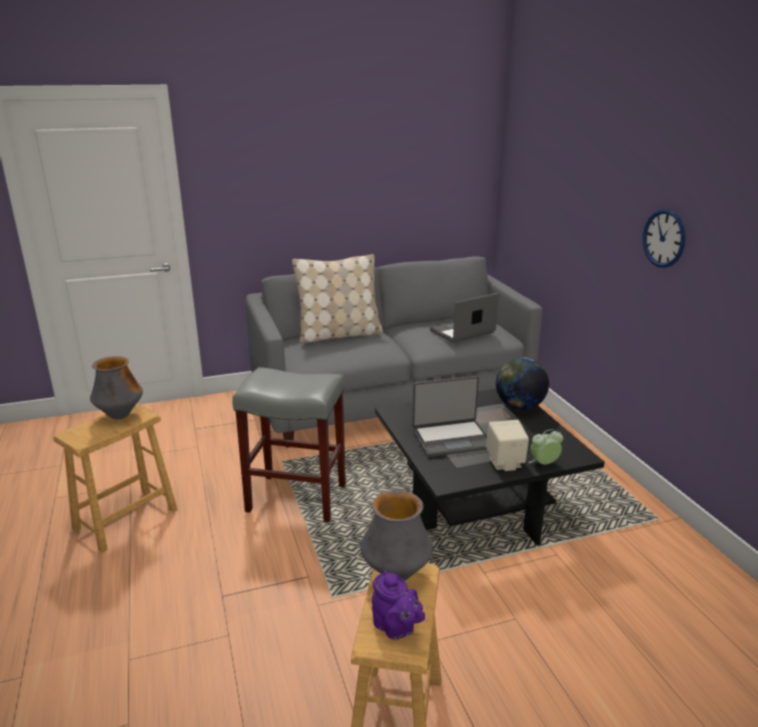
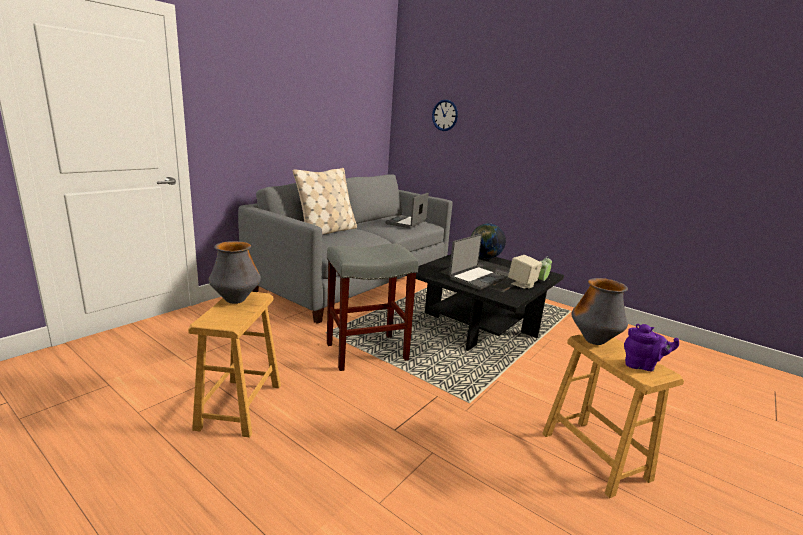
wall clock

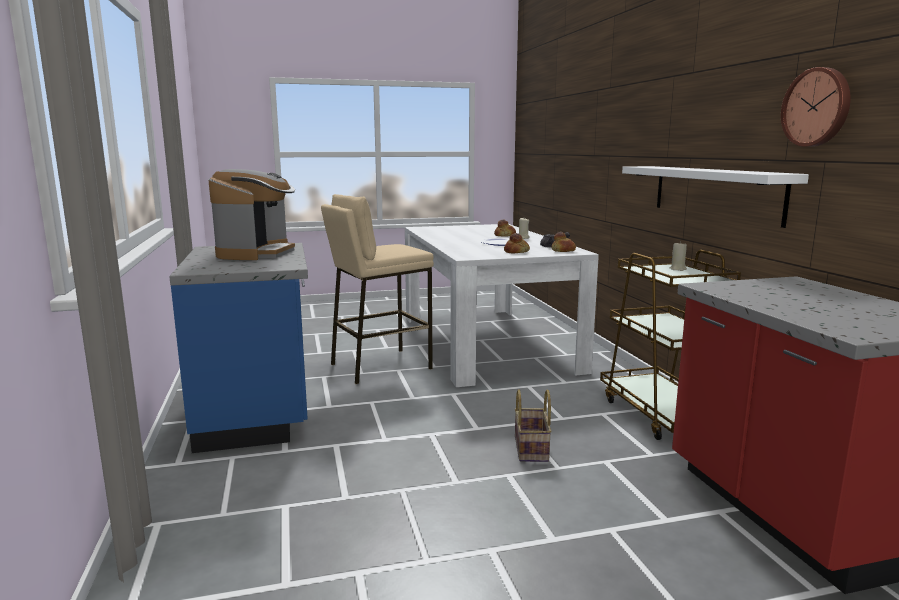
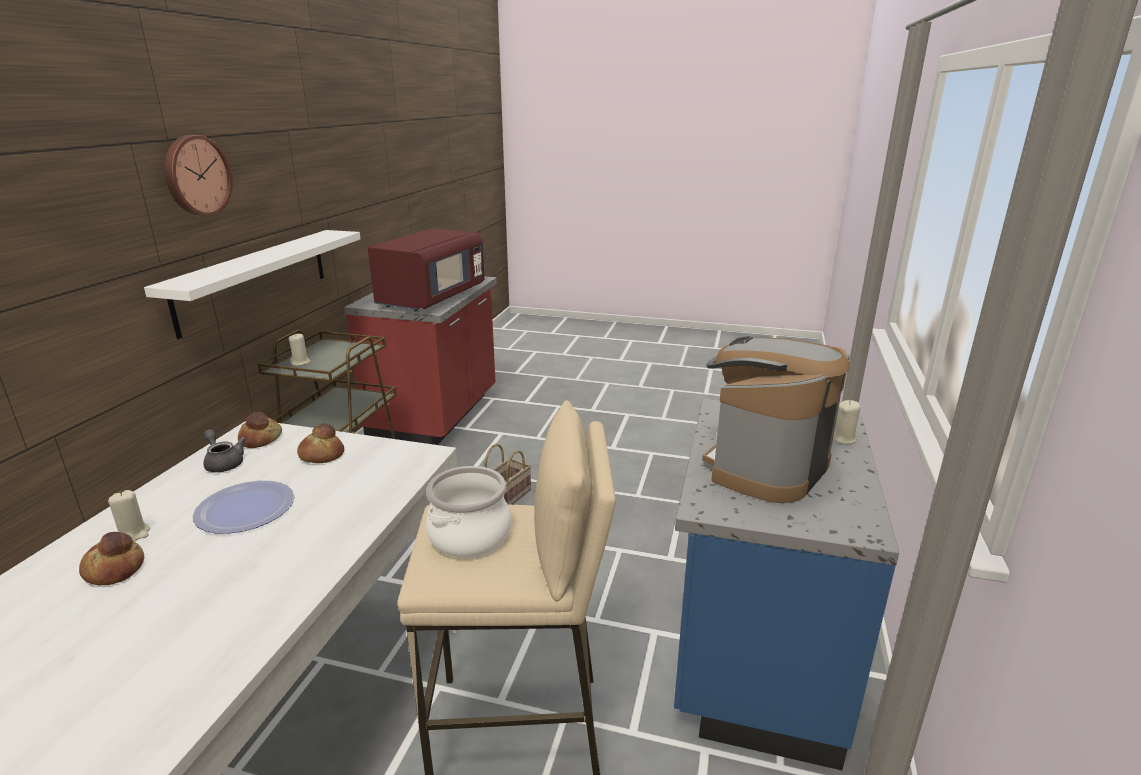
wall clock
microwave (red)
cooking pot
candle (beige) (3rd from left)

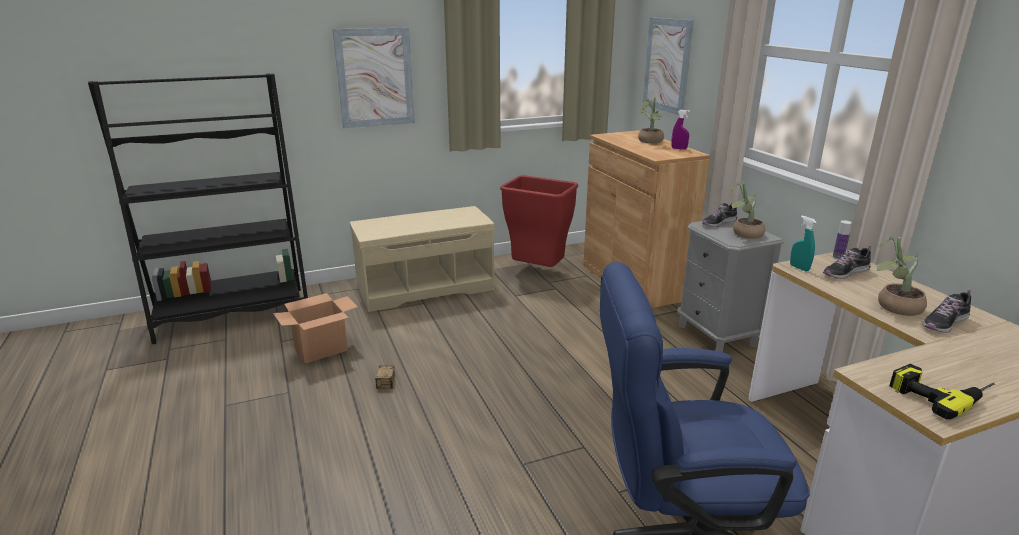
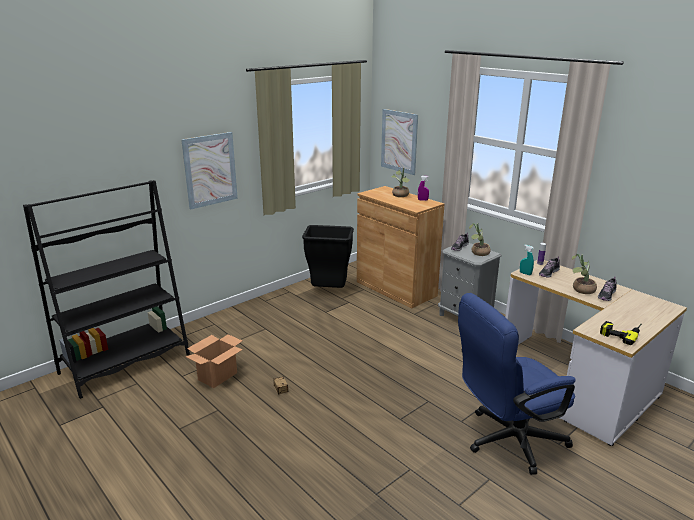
bench (beige)
trash can (black)

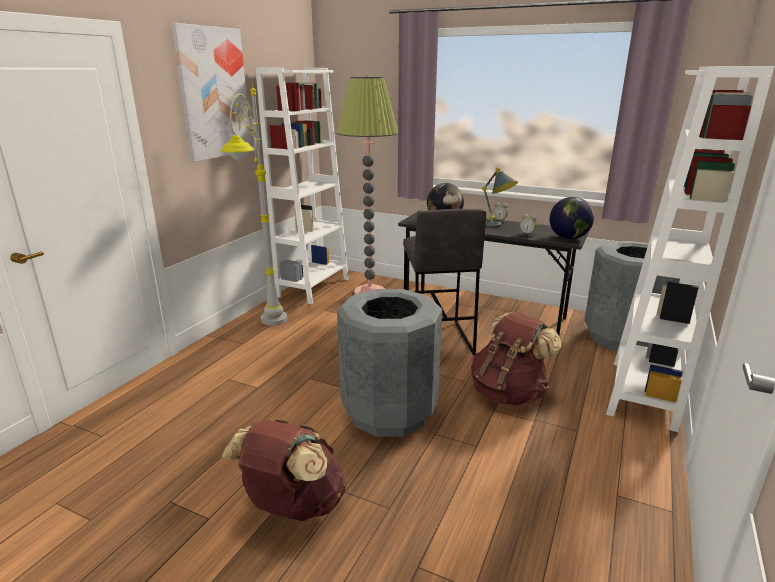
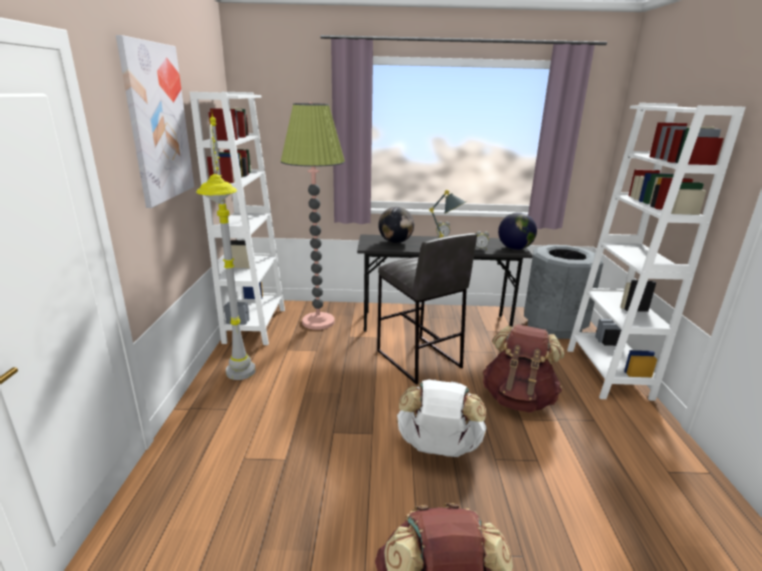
backpack (white)

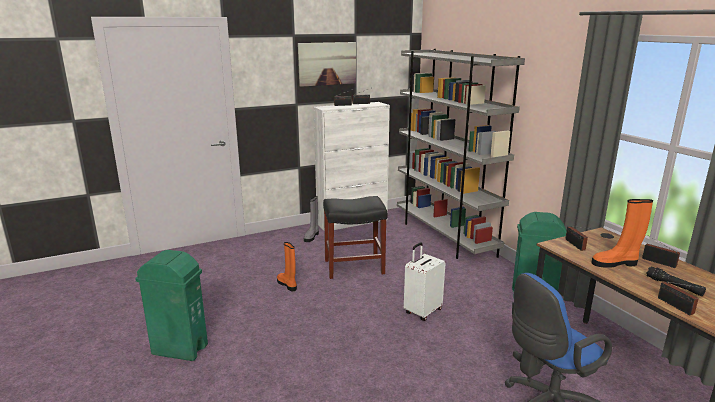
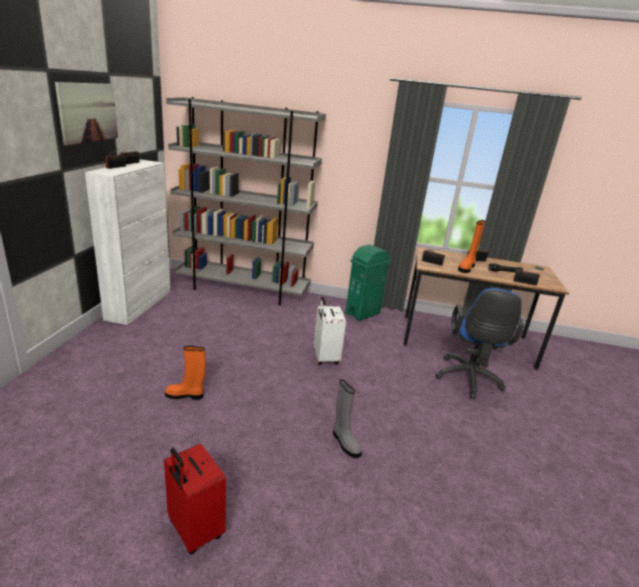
suitcase (red)
boot (grey)
stool (black)

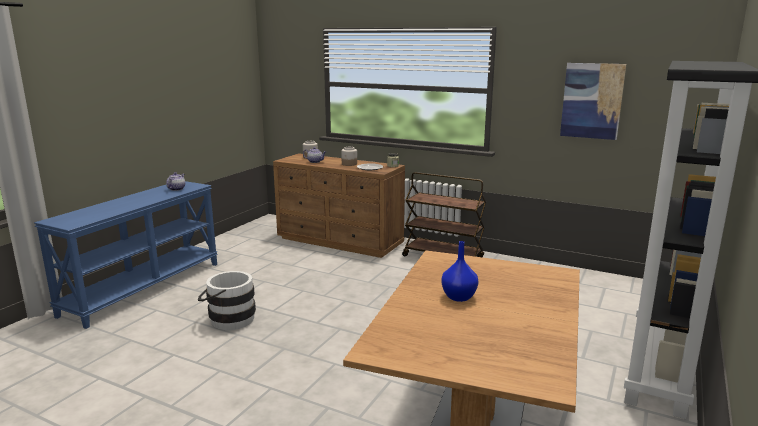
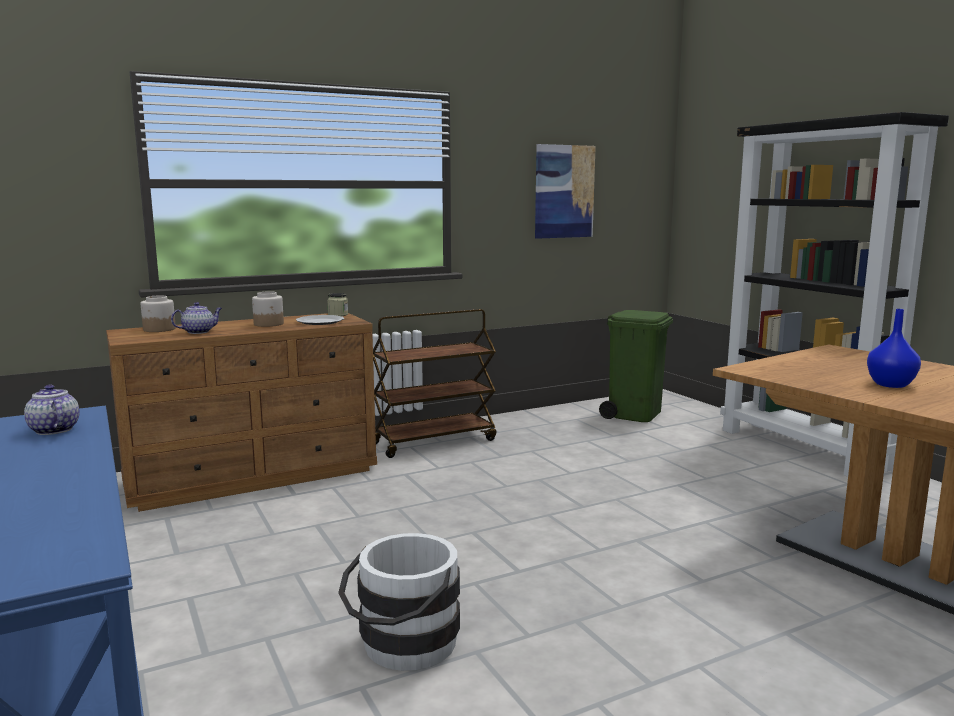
trash can (green)

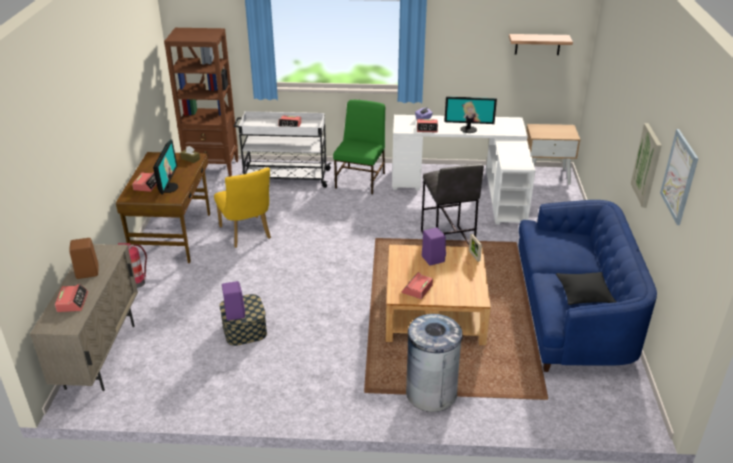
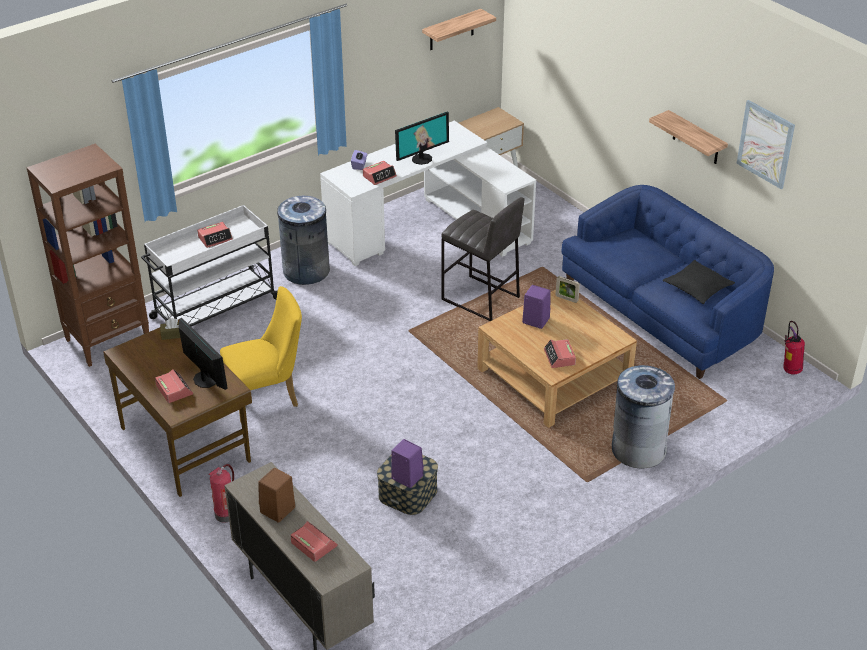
chair (yellow)
trash can (grey) (1st from left)
shelf (2nd from left)
fire extinguisher (2nd from left)

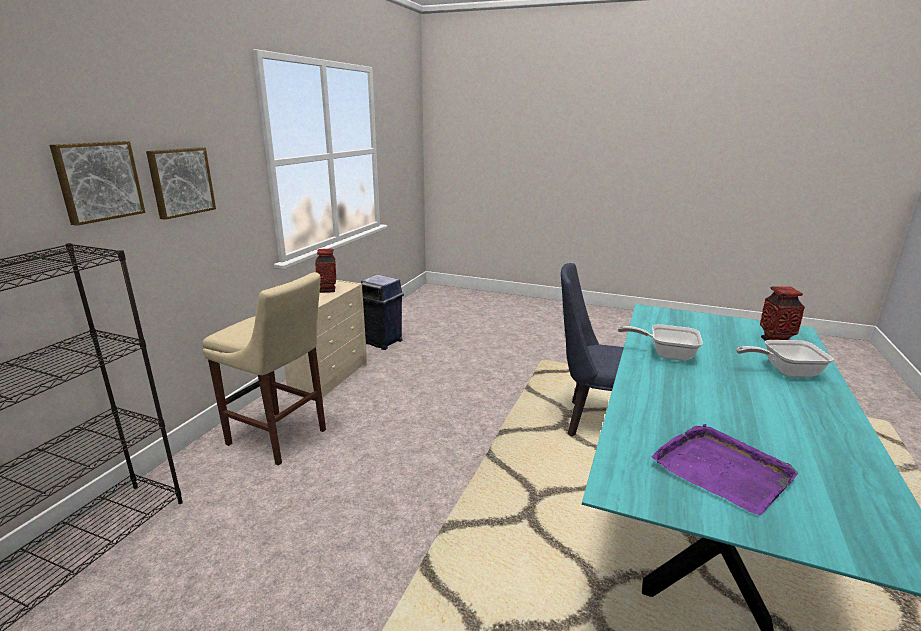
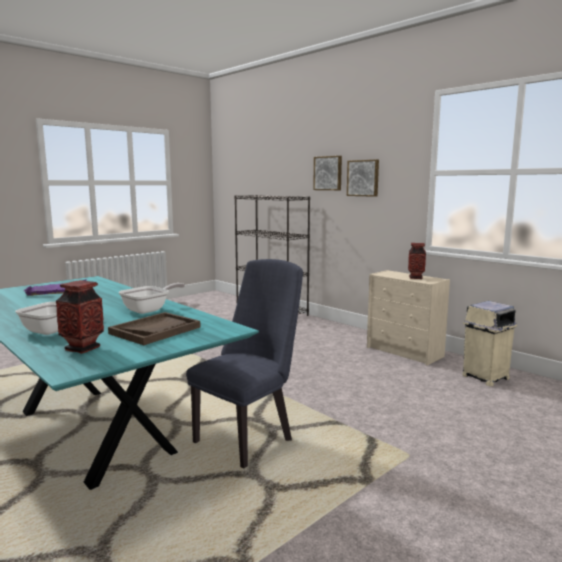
stool (beige)
trash can (beige)
tray (brown)

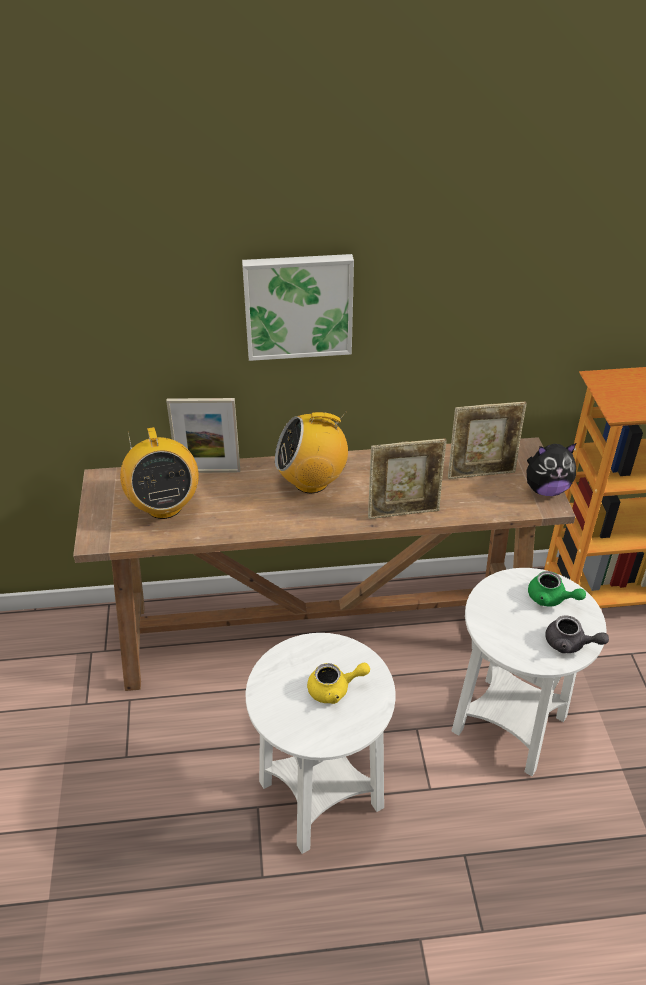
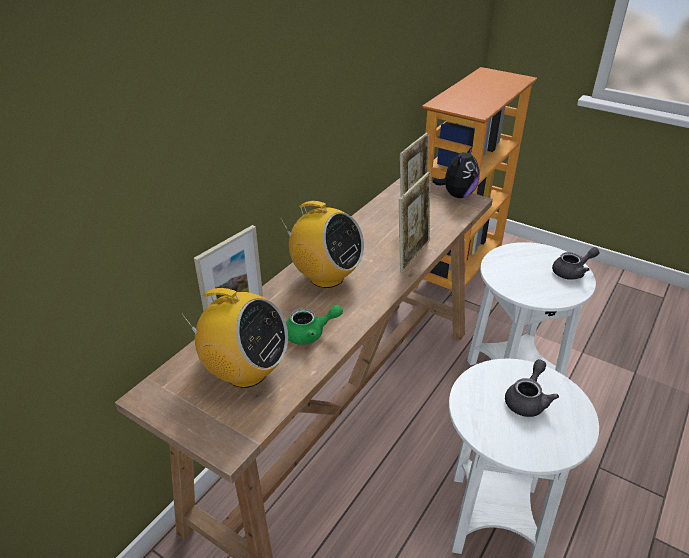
picture
radio (2nd from left)
teapot (grey) (1st from left)
teapot (green)

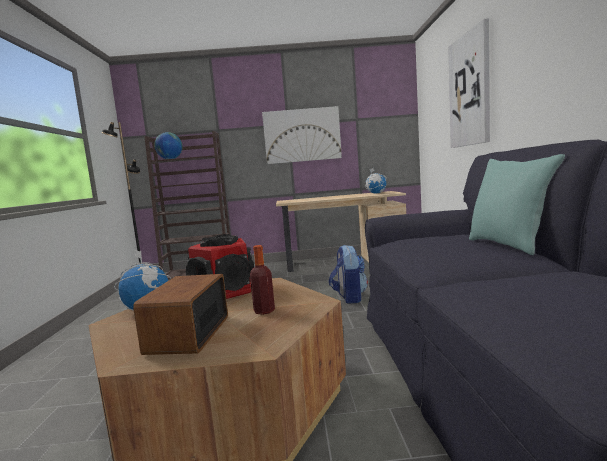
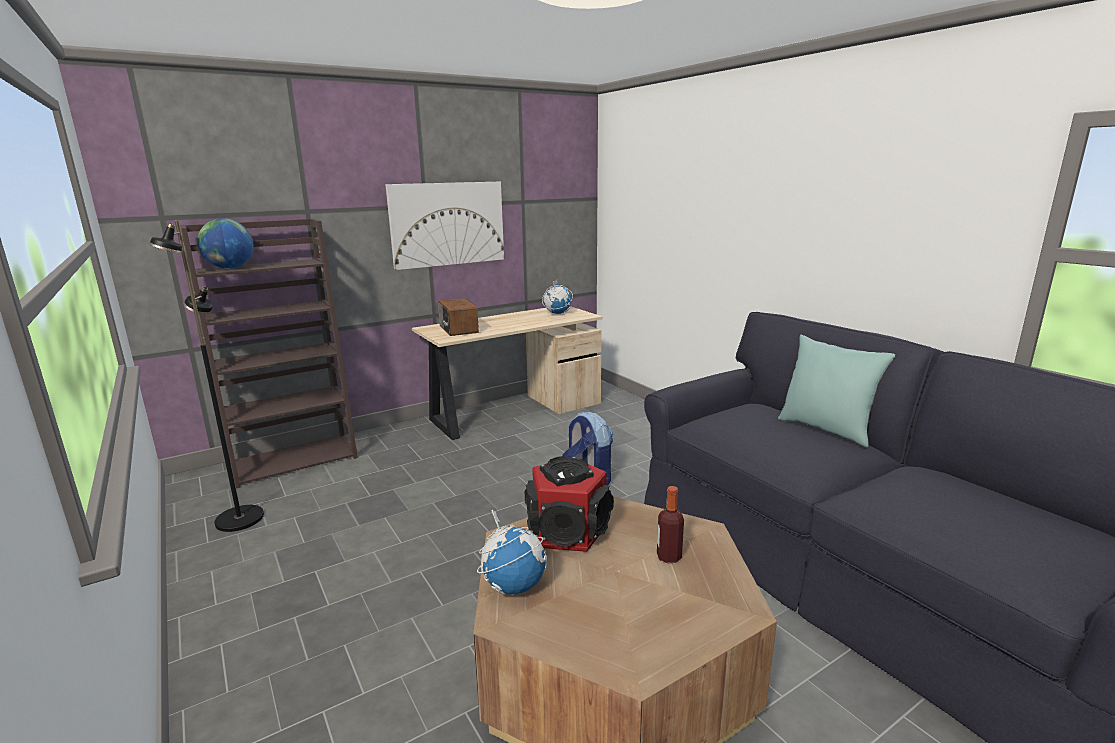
radio
picture (2nd from left in the first image)

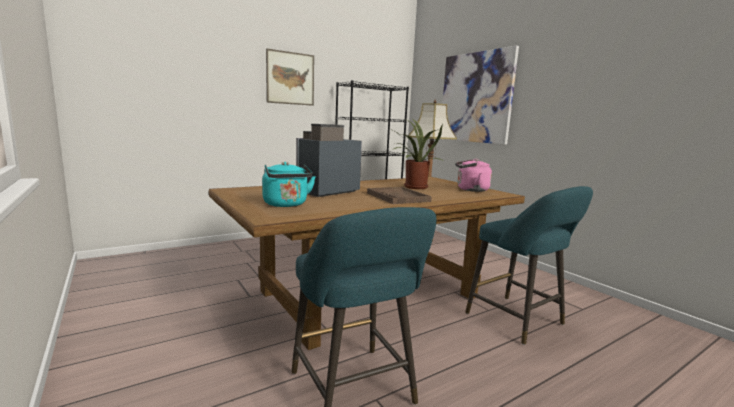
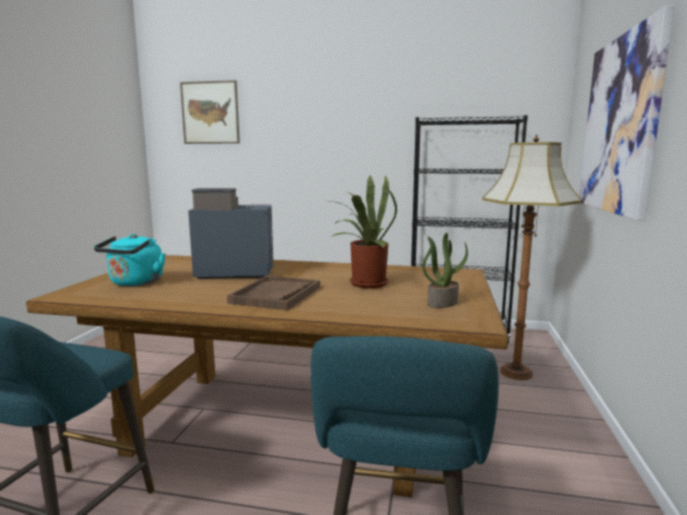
picture (1st from left)
potted plant (2nd from left)

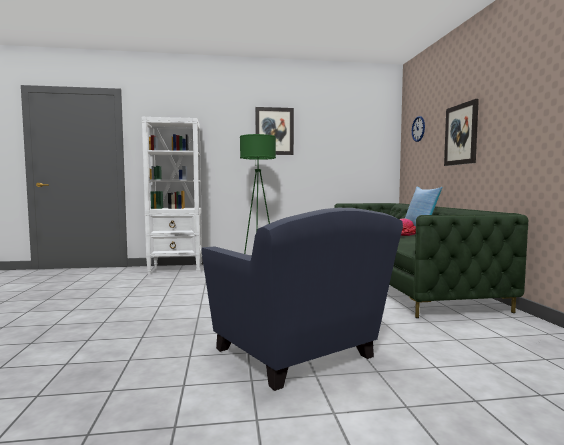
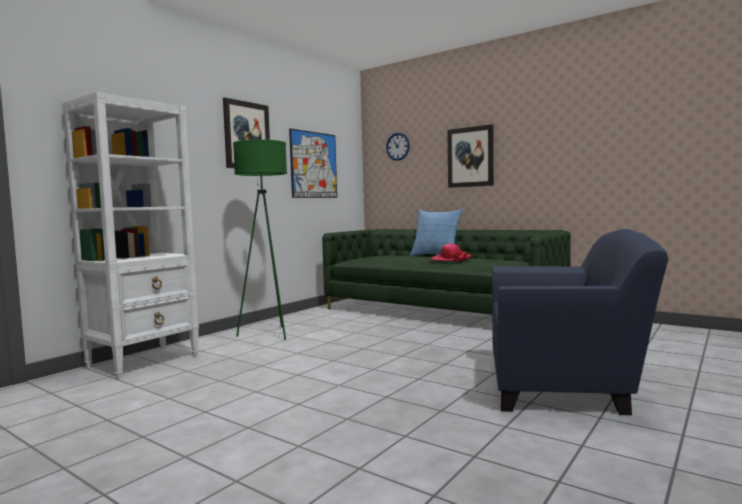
picture (2nd from left)

